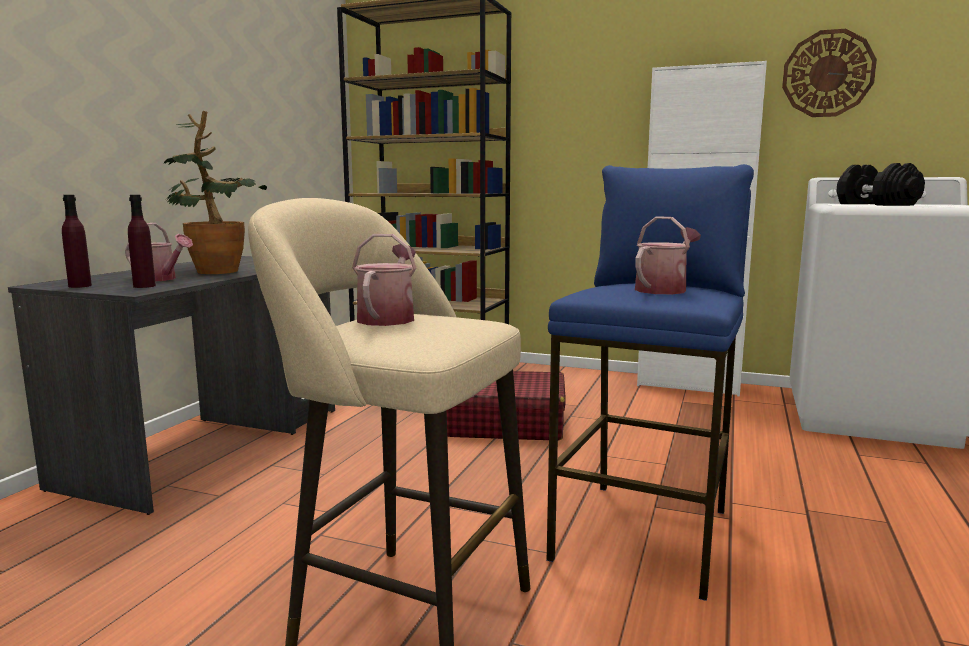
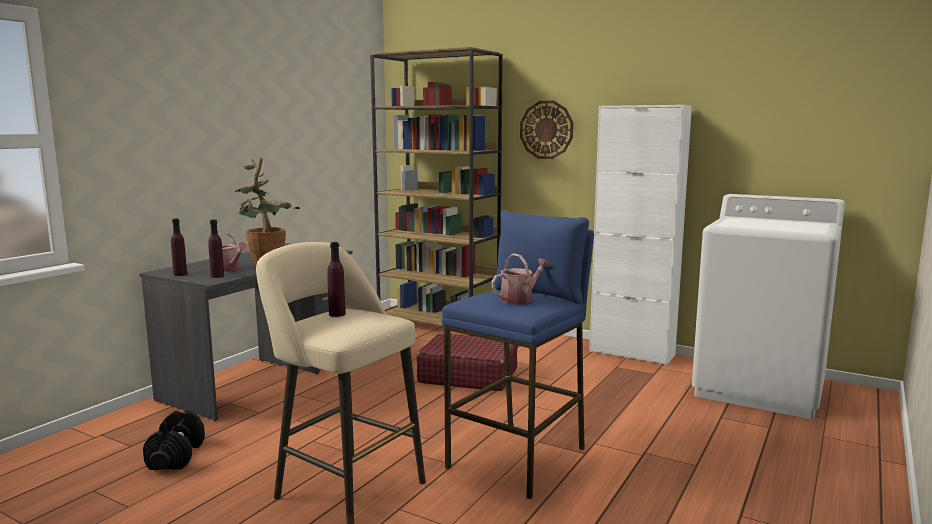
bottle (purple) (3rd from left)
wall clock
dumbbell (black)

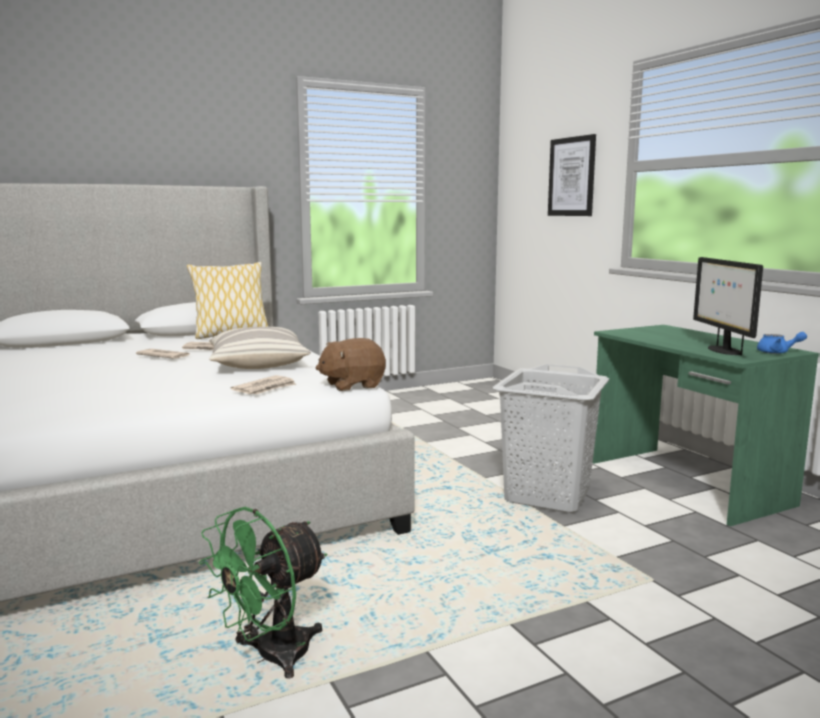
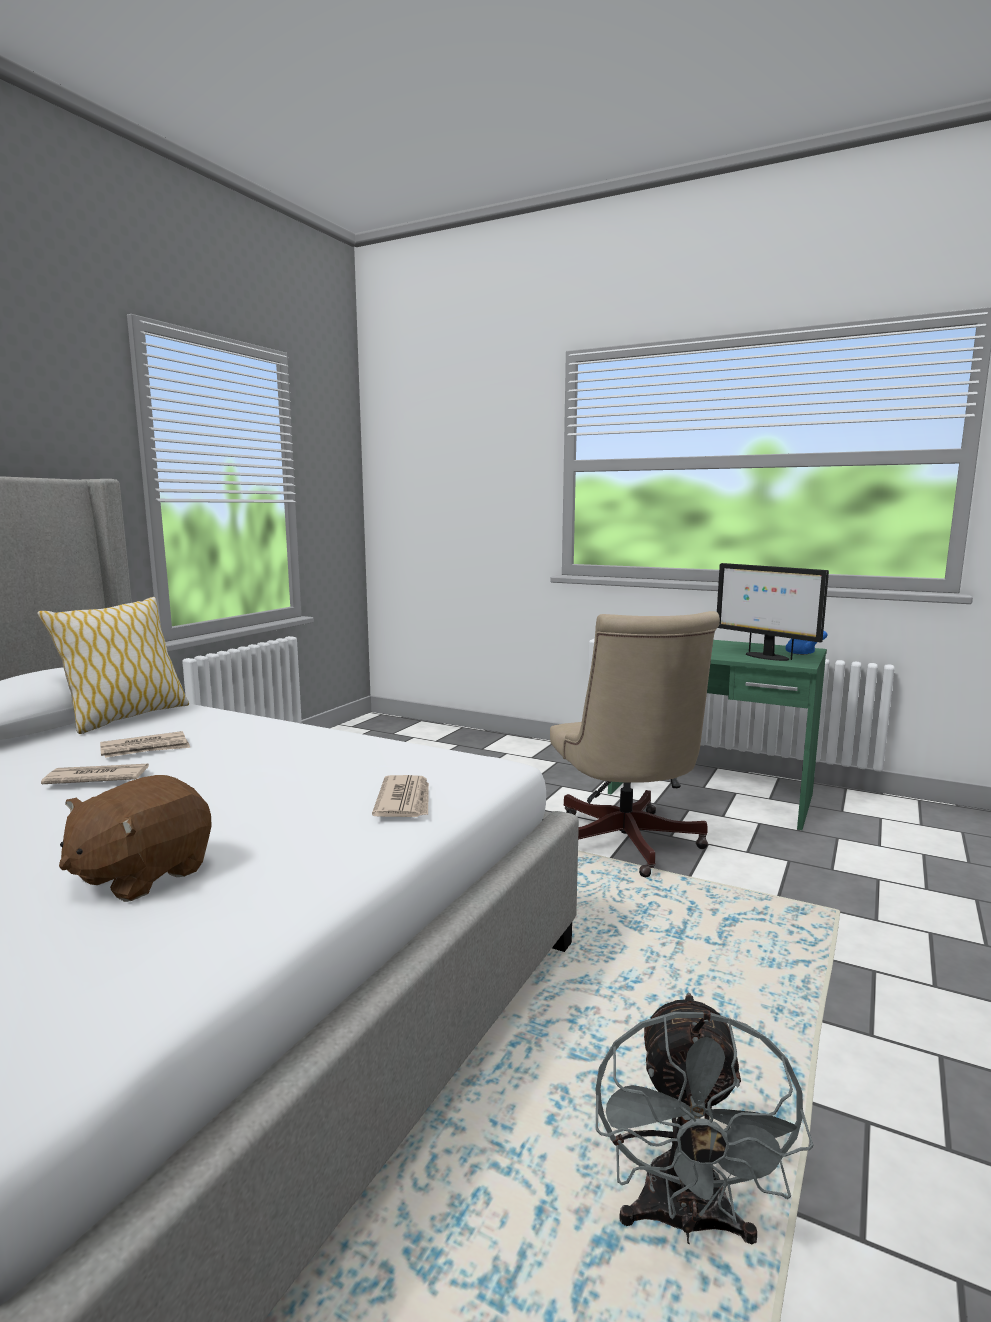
fan (grey)
pillow (2nd from left in the first image)
plush toy (brown)
office chair (beige)
picture

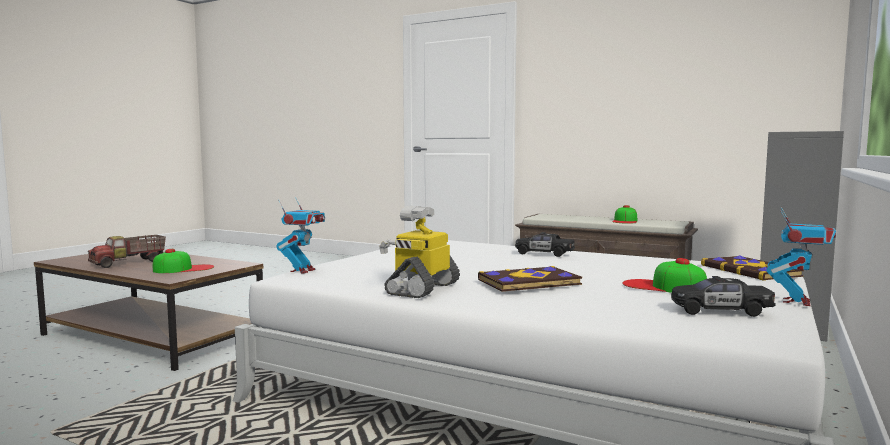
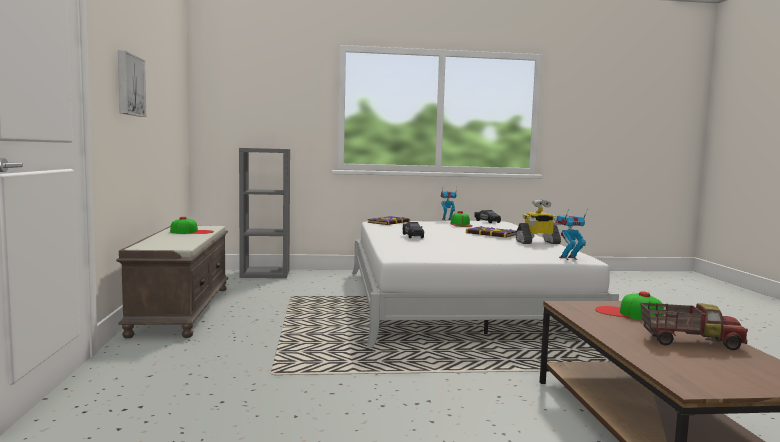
picture

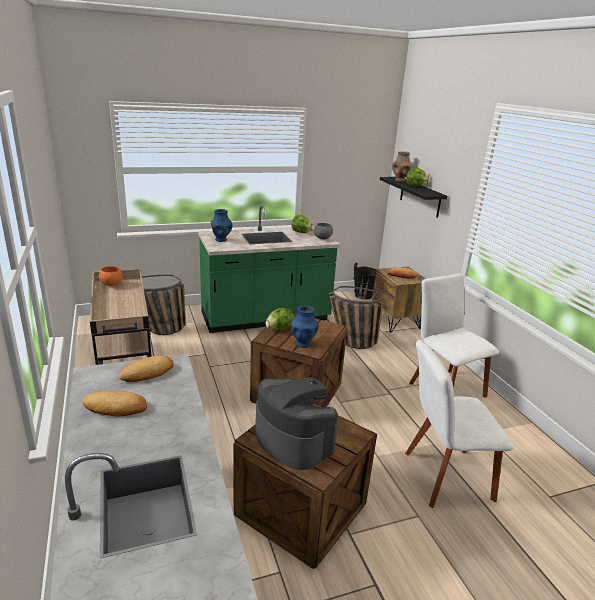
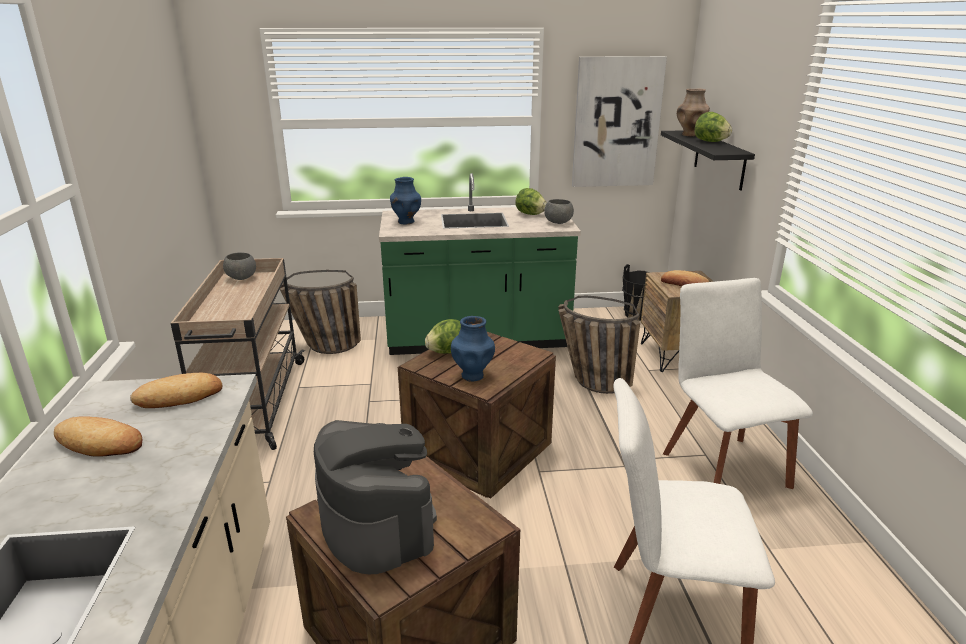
bowl (grey) (1st from left)
picture

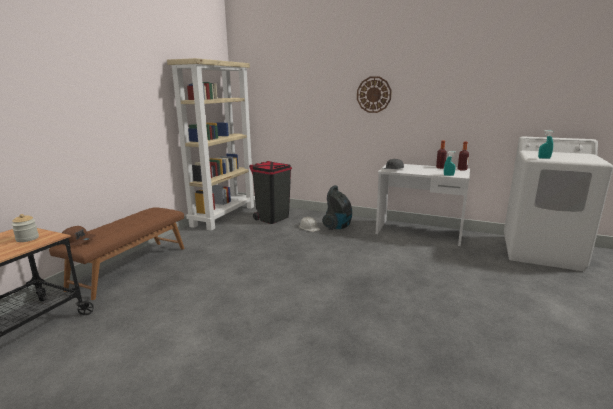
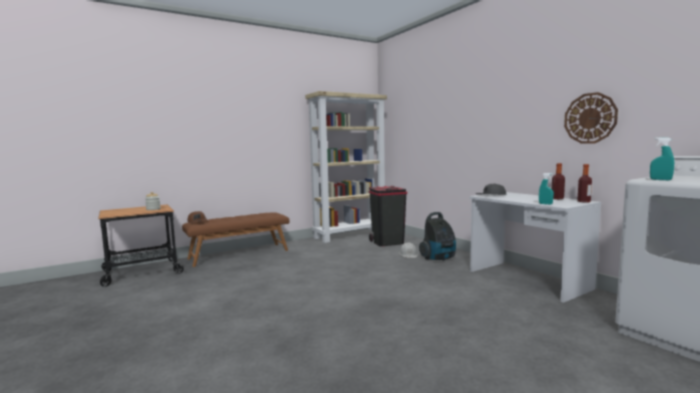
wall clock

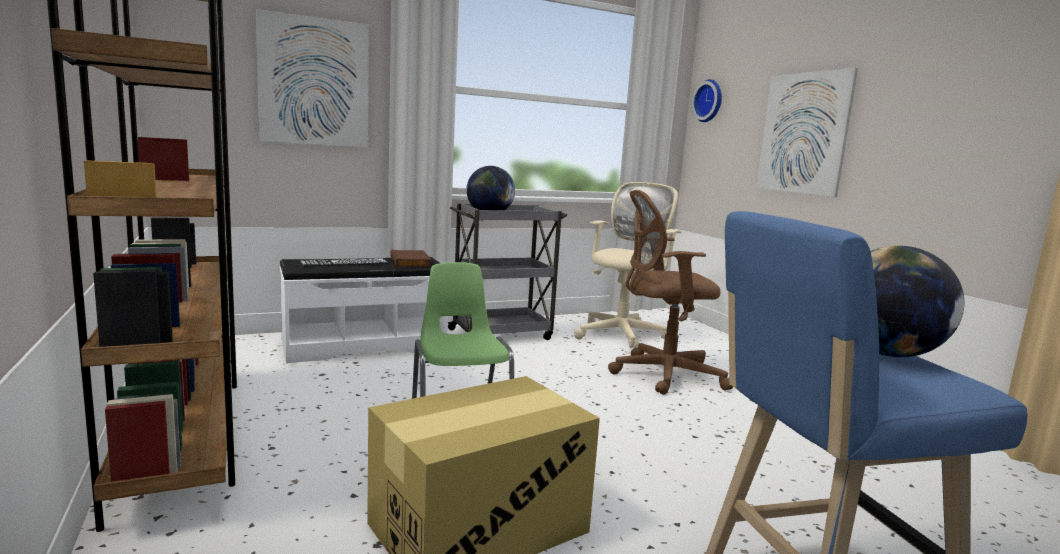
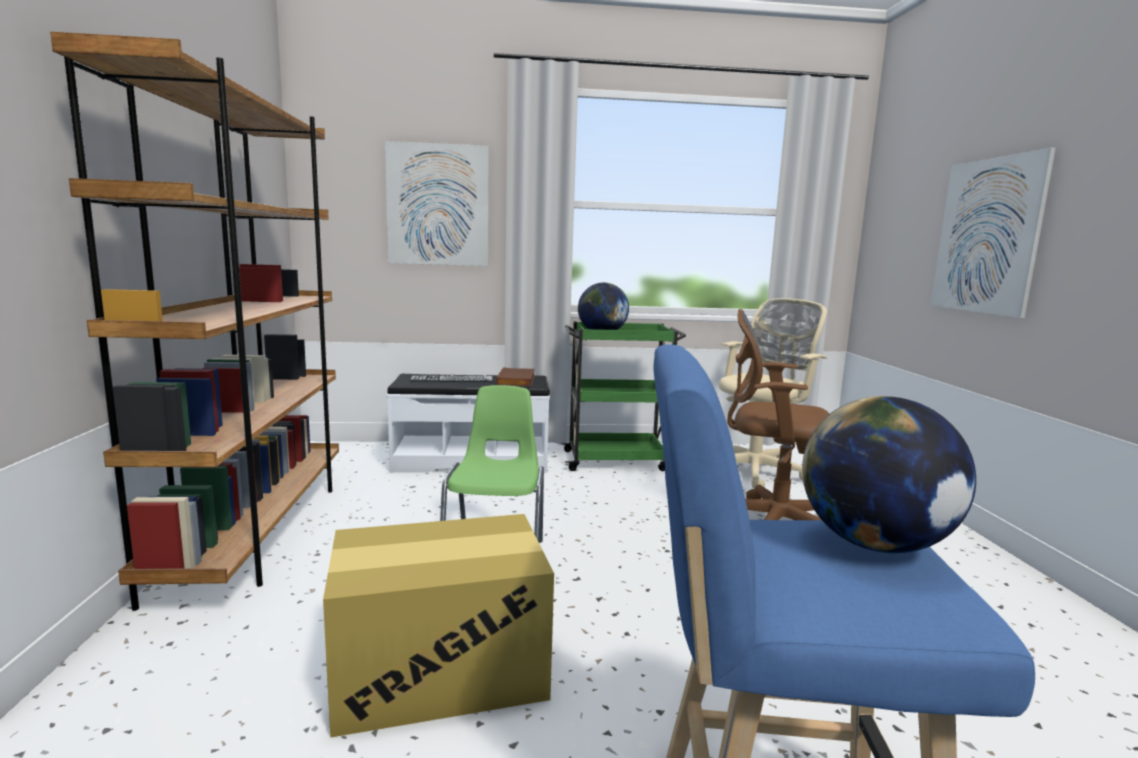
cart (green)
wall clock

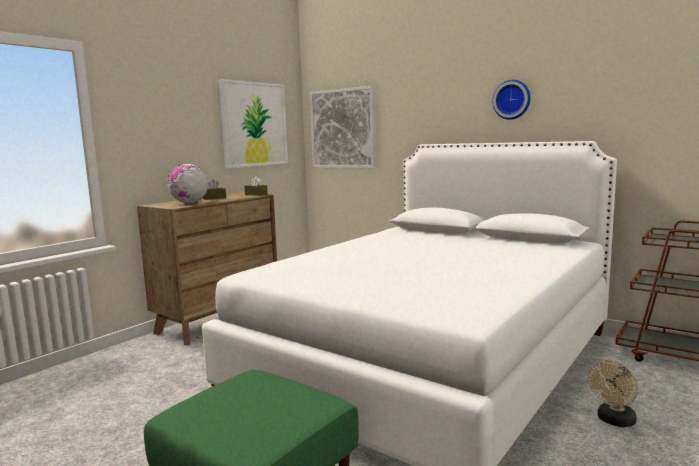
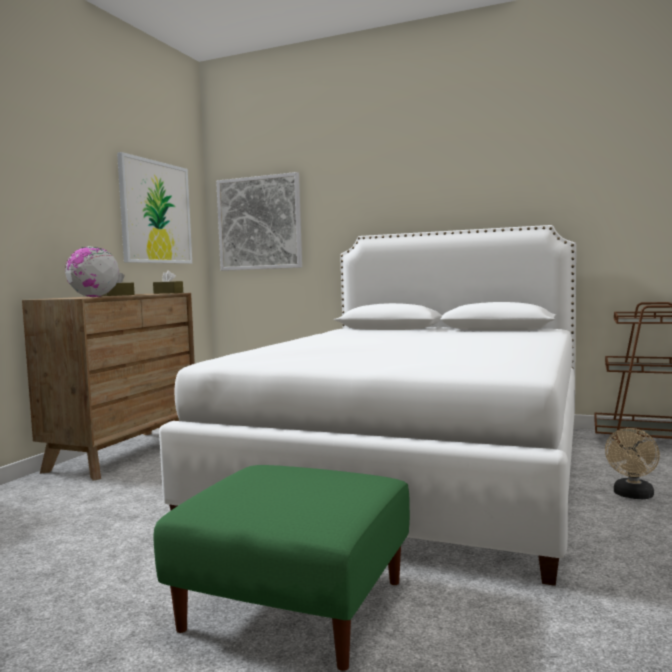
wall clock

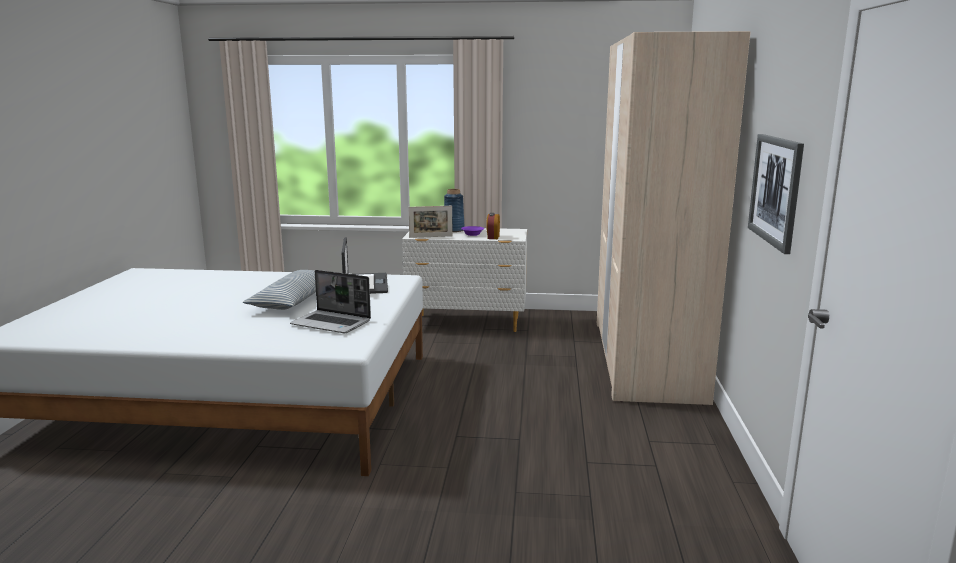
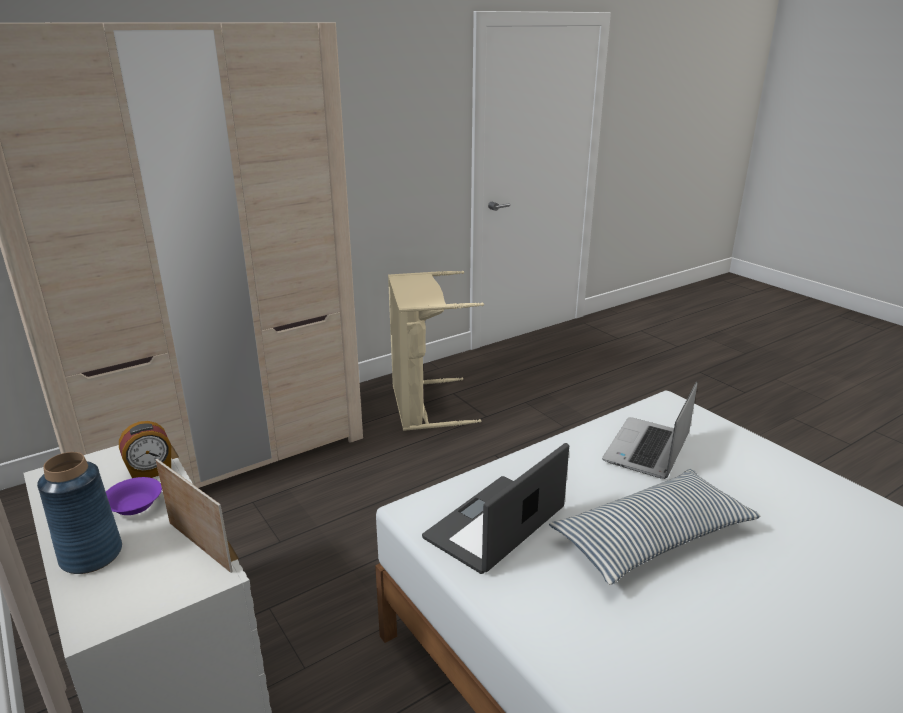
laptop (2nd from left)
picture
laundry basket (beige)

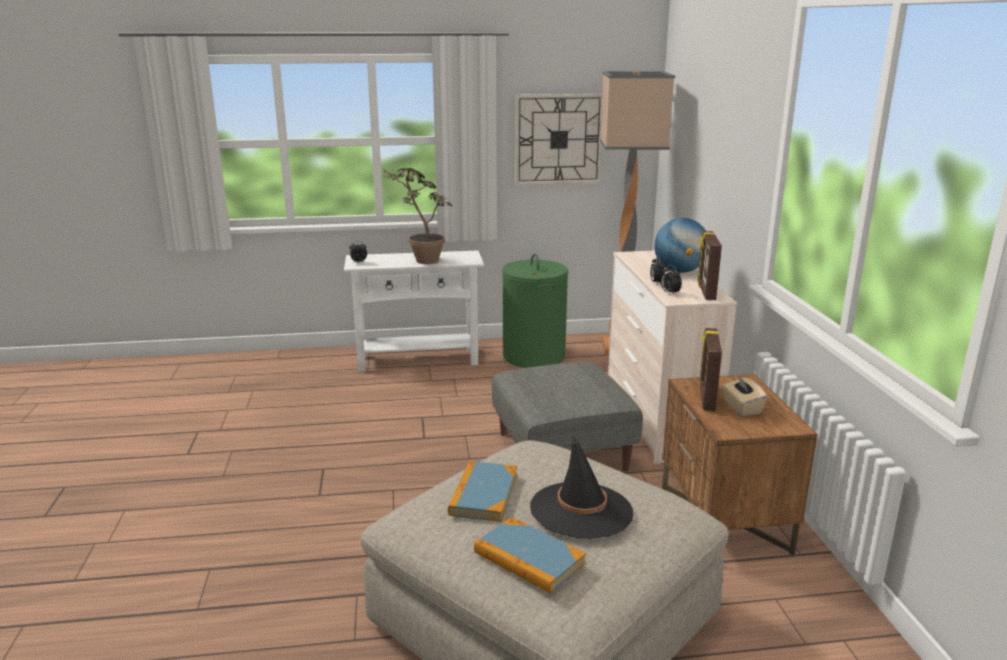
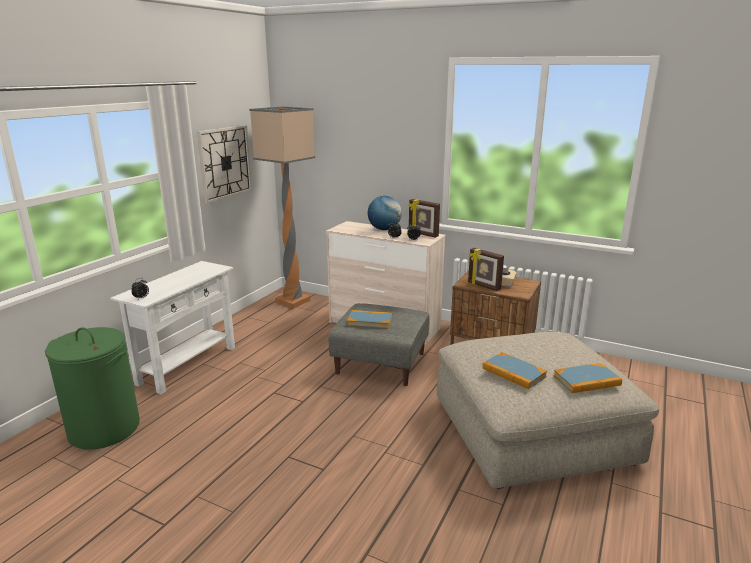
potted plant
laundry basket (green)
hat (black)
book (1st from left)

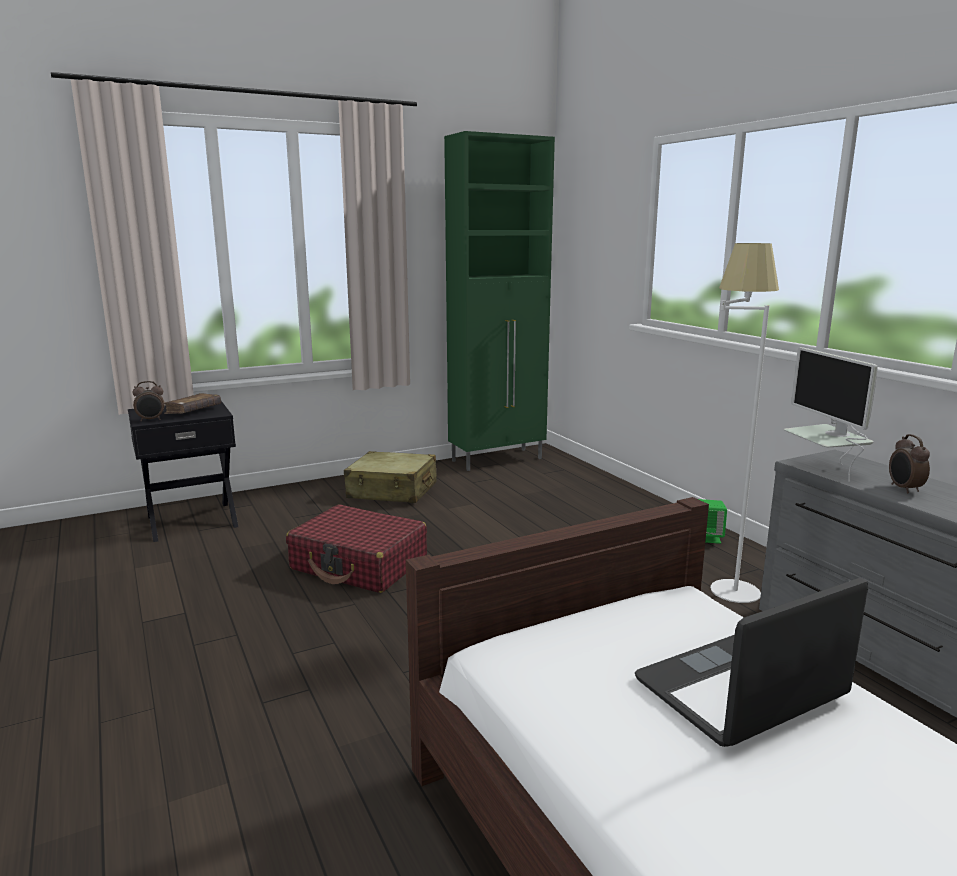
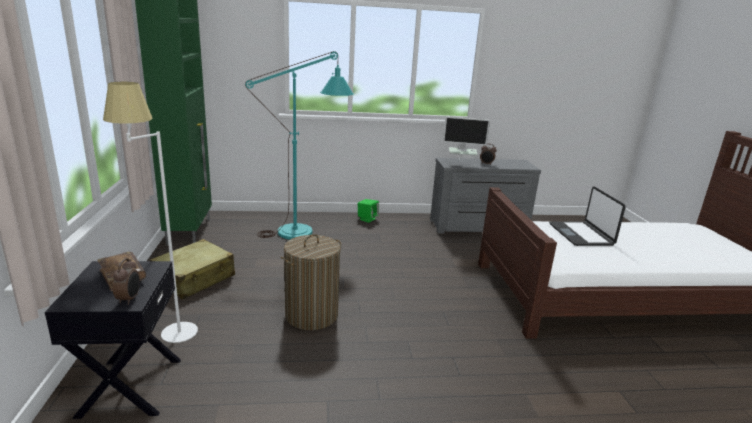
laundry basket
floor lamp (white)
floor lamp (turquoise)

